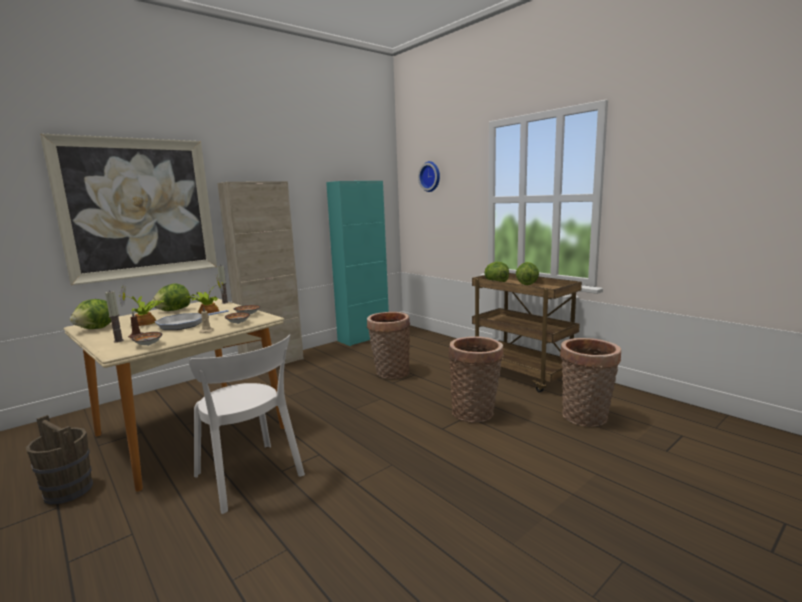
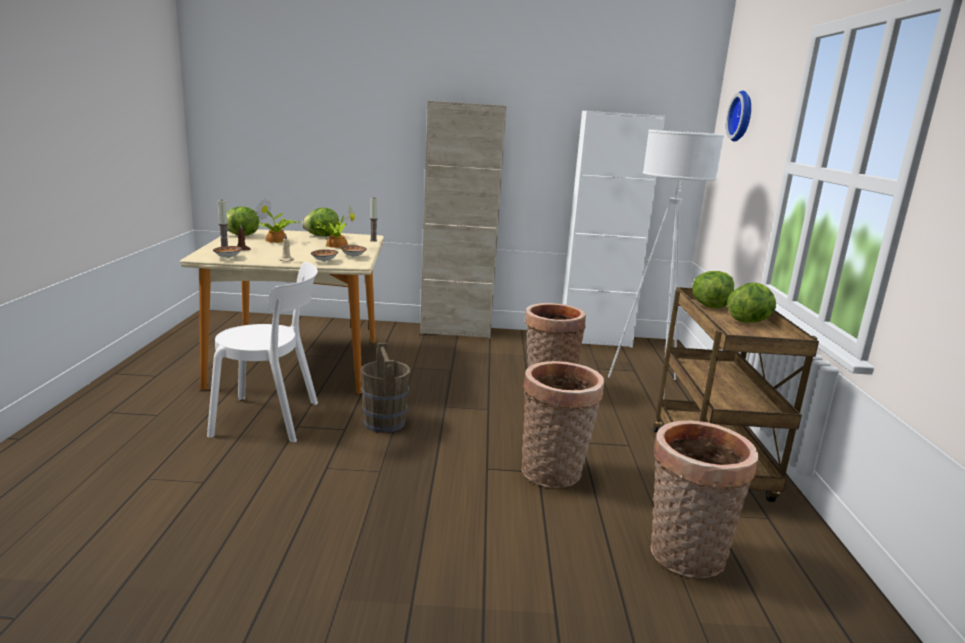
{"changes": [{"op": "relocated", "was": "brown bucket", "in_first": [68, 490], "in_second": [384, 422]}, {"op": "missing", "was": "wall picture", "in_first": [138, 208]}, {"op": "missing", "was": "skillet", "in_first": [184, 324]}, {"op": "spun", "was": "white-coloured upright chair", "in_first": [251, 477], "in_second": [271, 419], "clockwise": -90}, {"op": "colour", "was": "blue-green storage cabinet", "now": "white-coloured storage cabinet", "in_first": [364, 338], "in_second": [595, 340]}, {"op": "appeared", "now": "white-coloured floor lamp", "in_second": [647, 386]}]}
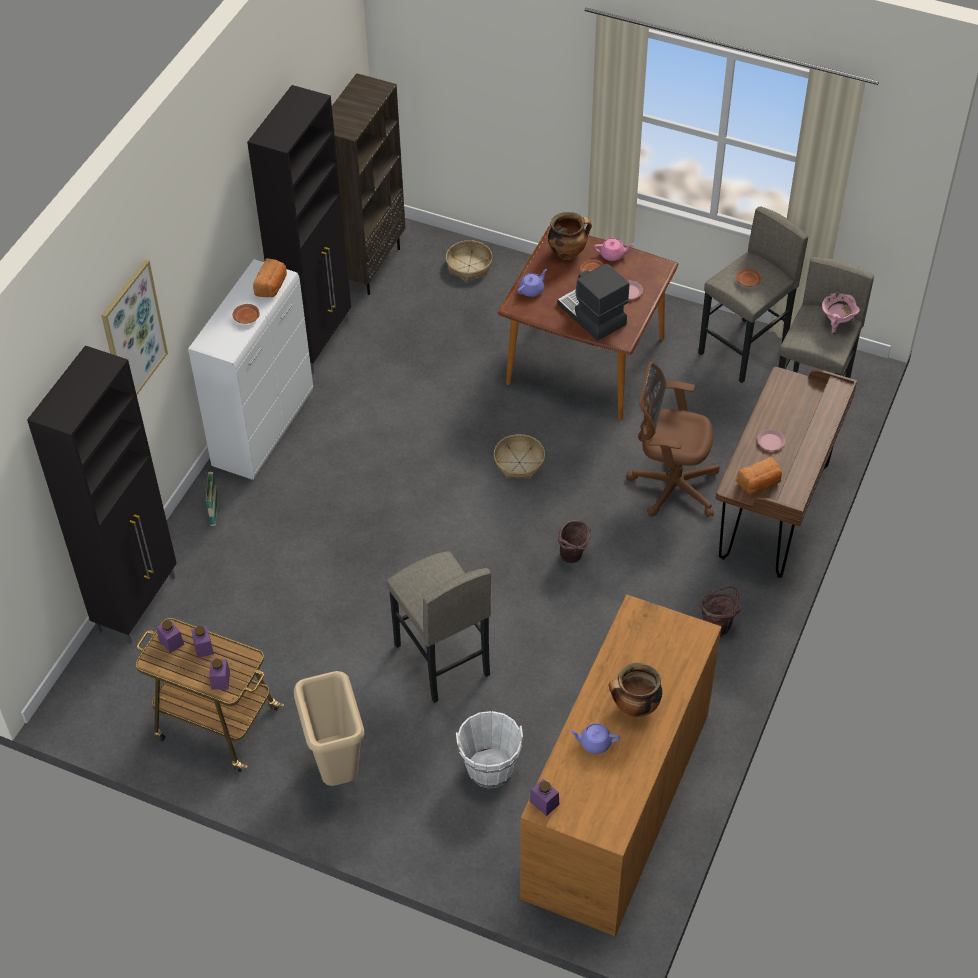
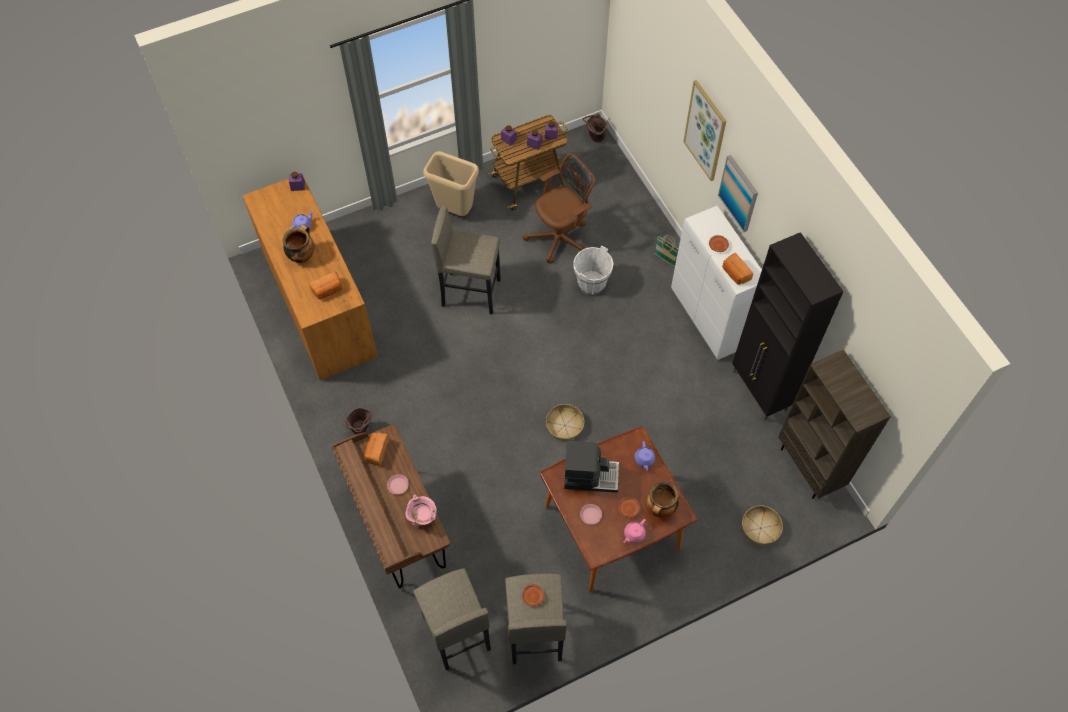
{"changes": [{"op": "missing", "was": "black-coloured storage cabinet", "in_first": [138, 603]}, {"op": "relocated", "was": "white-coloured bucket", "in_first": [490, 769], "in_second": [591, 283]}, {"op": "relocated", "was": "brown bucket", "in_first": [574, 558], "in_second": [594, 138]}, {"op": "relocated", "was": "brown computer chair", "in_first": [670, 486], "in_second": [561, 237]}, {"op": "relocated", "was": "pink-coloured stockpot", "in_first": [836, 323], "in_second": [422, 517]}, {"op": "appeared", "now": "bread", "in_second": [328, 290]}, {"op": "appeared", "now": "wall picture", "in_second": [739, 193]}]}
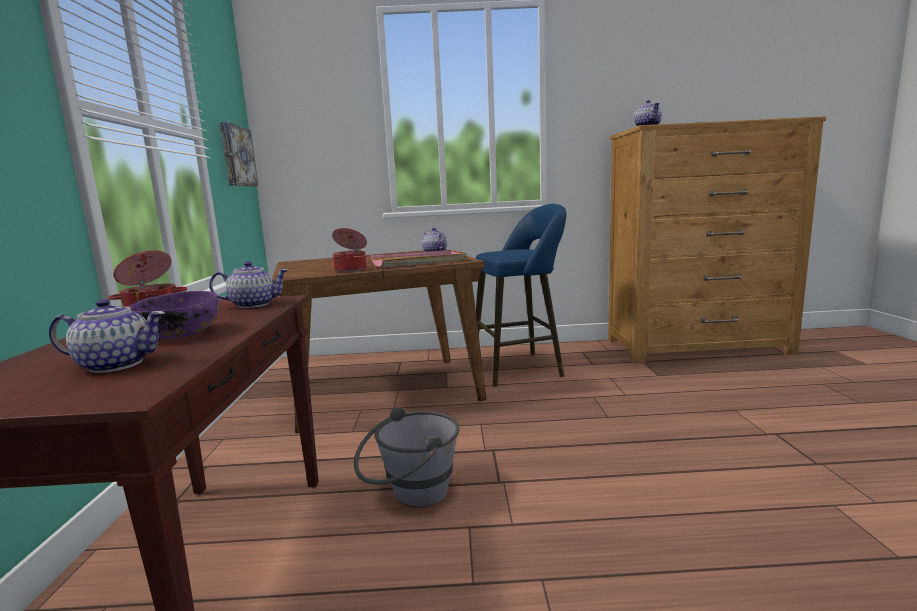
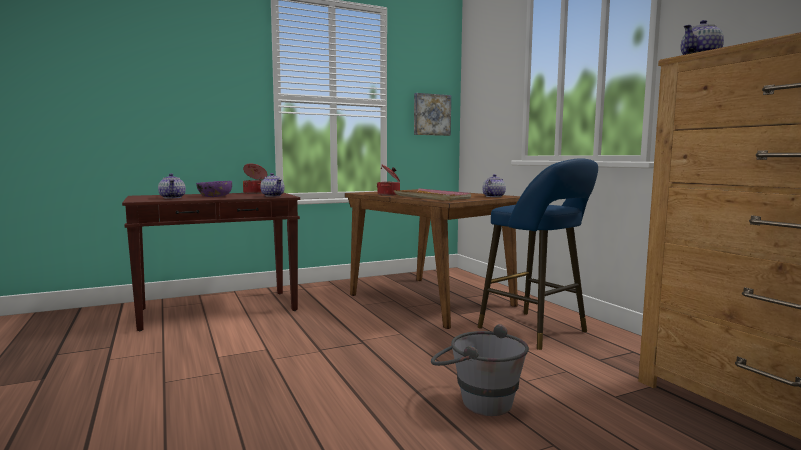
{"changes": [{"op": "relocated", "was": "grey bucket", "in_first": [411, 496], "in_second": [476, 401]}]}
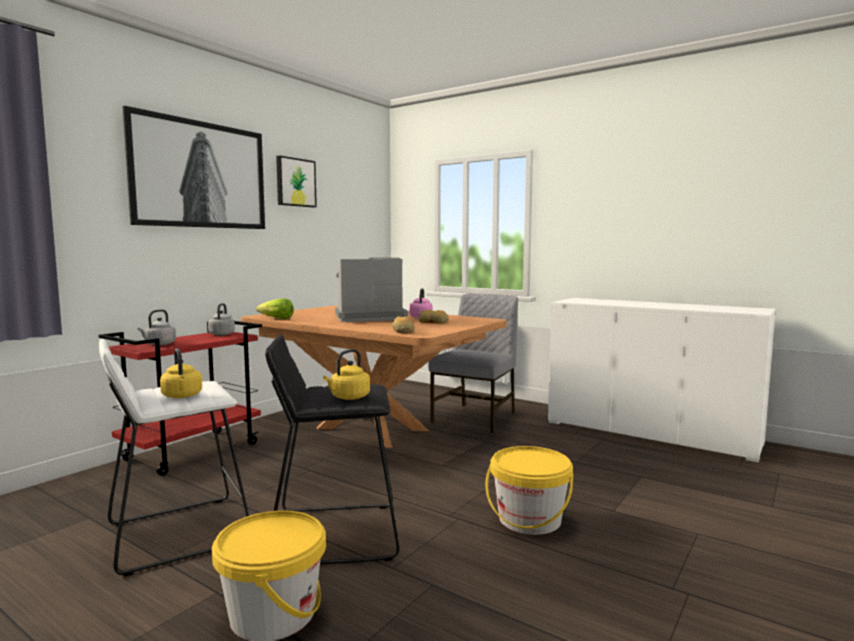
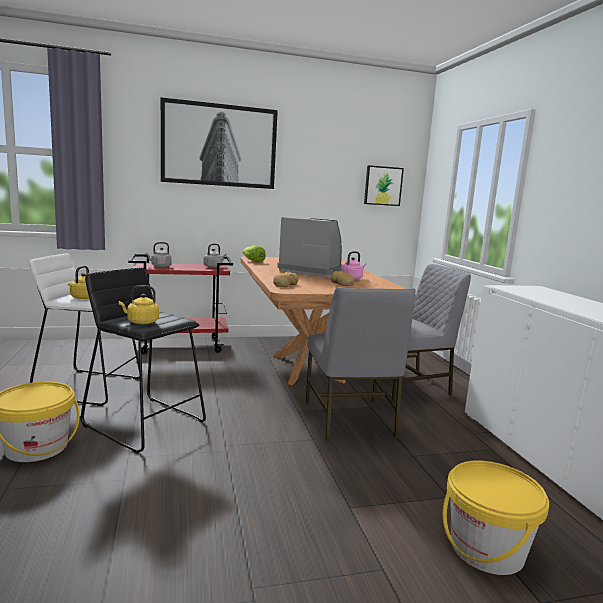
{"changes": [{"op": "relocated", "was": "wall picture", "in_first": [295, 182], "in_second": [382, 186]}, {"op": "relocated", "was": "yellow bucket", "in_first": [529, 519], "in_second": [486, 549]}, {"op": "appeared", "now": "grey upright chair", "in_second": [350, 419]}]}
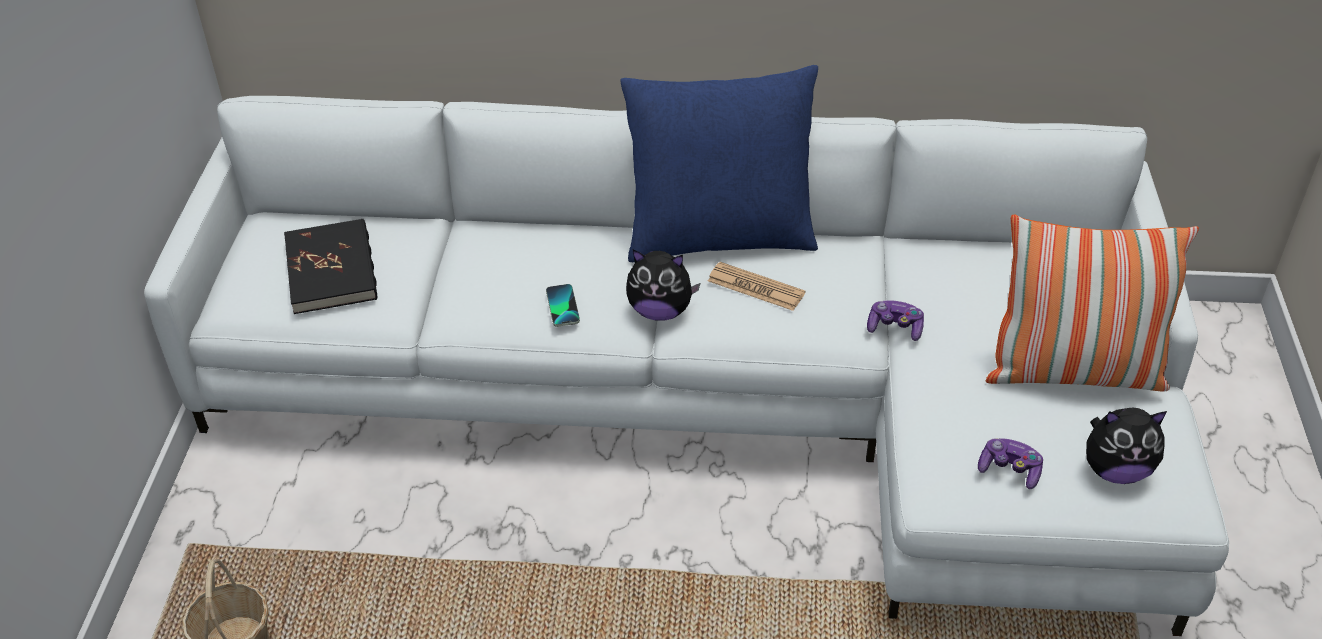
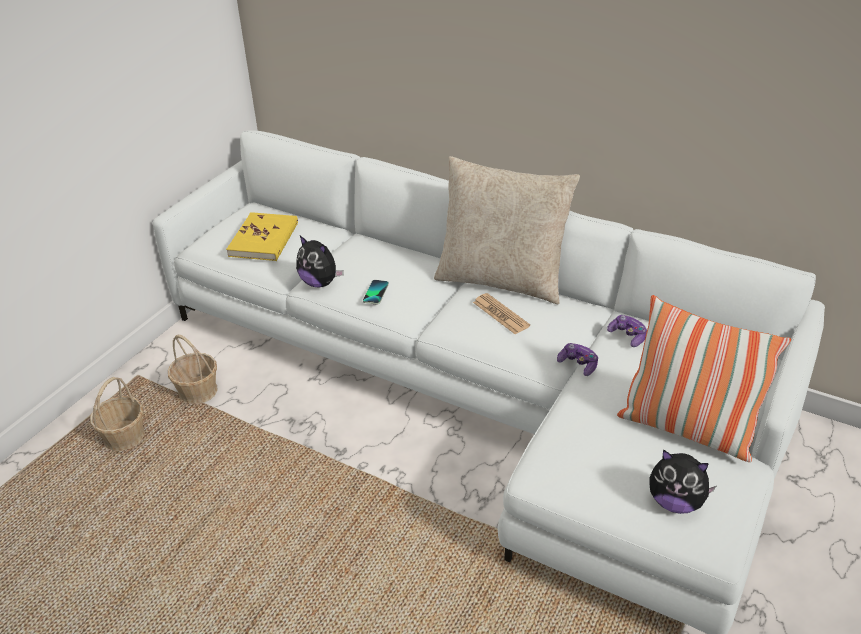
{"changes": [{"op": "colour", "was": "black-coloured volume", "now": "yellow volume", "in_first": [332, 270], "in_second": [264, 239]}, {"op": "colour", "was": "blue-coloured throw pillow", "now": "sand-coloured throw pillow", "in_first": [719, 235], "in_second": [501, 280]}, {"op": "relocated", "was": "cuddly toy", "in_first": [660, 311], "in_second": [320, 283]}, {"op": "relocated", "was": "game controller", "in_first": [1009, 470], "in_second": [627, 336]}, {"op": "appeared", "now": "storage basket", "in_second": [198, 391]}]}
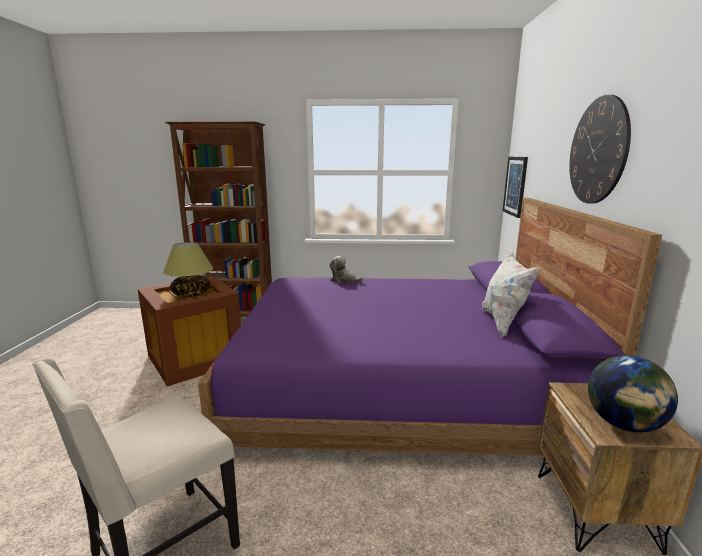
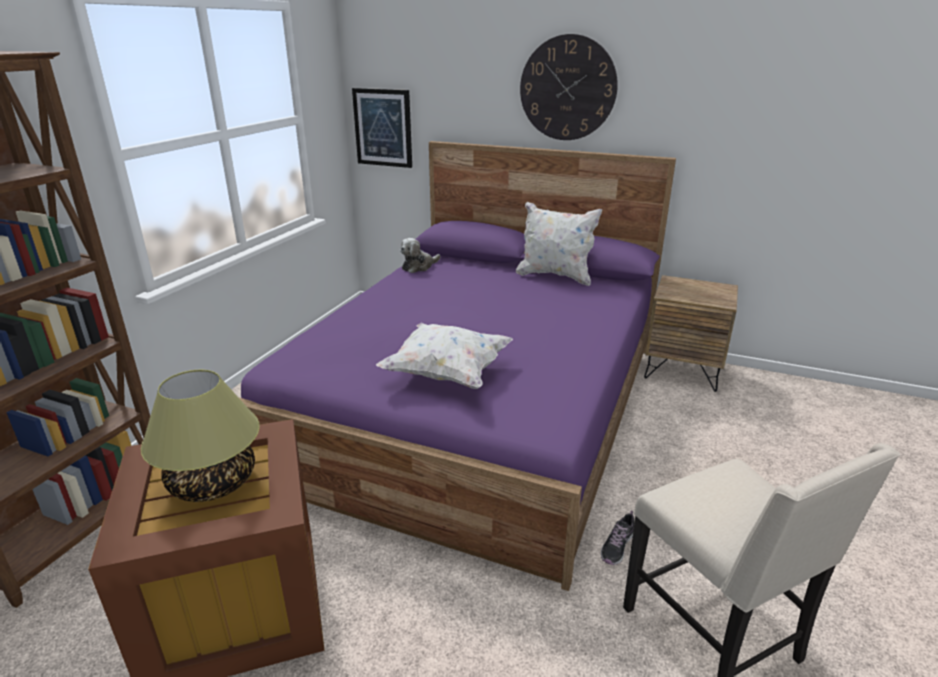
{"changes": [{"op": "relocated", "was": "cuddly toy", "in_first": [344, 280], "in_second": [419, 267]}, {"op": "missing", "was": "world globe", "in_first": [624, 424]}, {"op": "appeared", "now": "white-coloured throw pillow", "in_second": [446, 374]}, {"op": "appeared", "now": "low shoe", "in_second": [617, 546]}]}
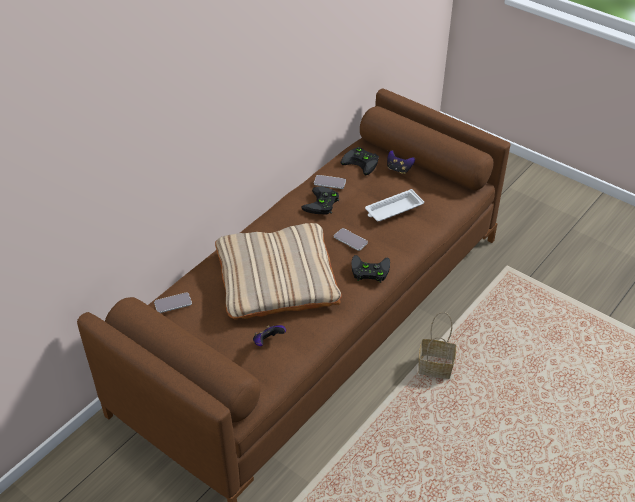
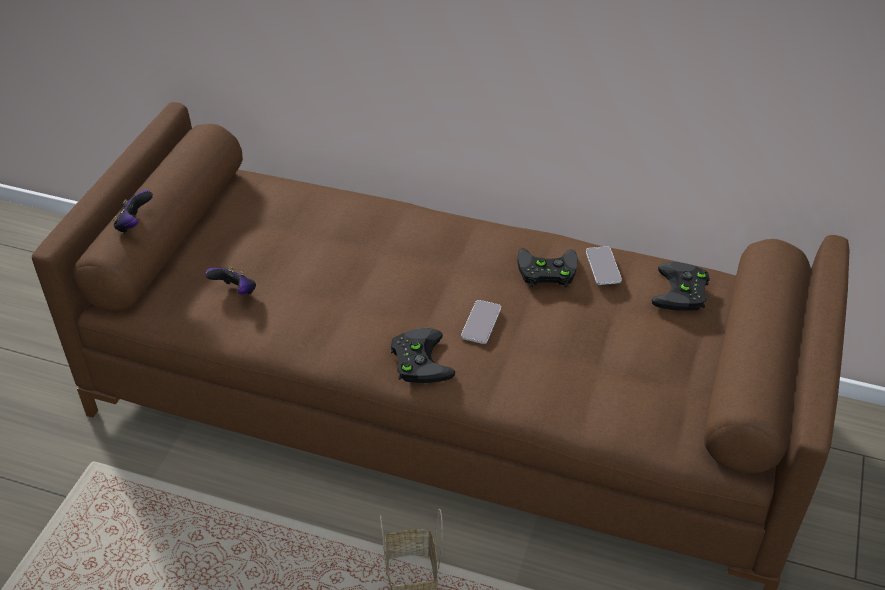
{"changes": [{"op": "missing", "was": "handset", "in_first": [173, 303]}, {"op": "missing", "was": "sand-coloured throw pillow", "in_first": [277, 278]}, {"op": "missing", "was": "white-coloured carrying tray", "in_first": [393, 209]}, {"op": "relocated", "was": "game controller", "in_first": [399, 169], "in_second": [134, 224]}]}
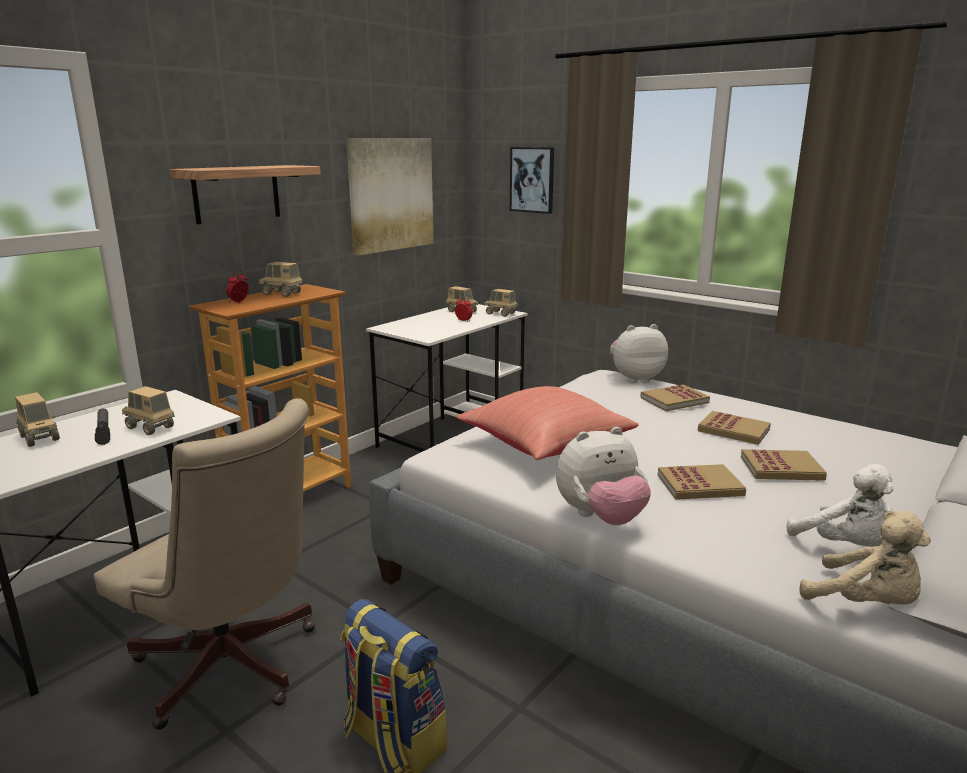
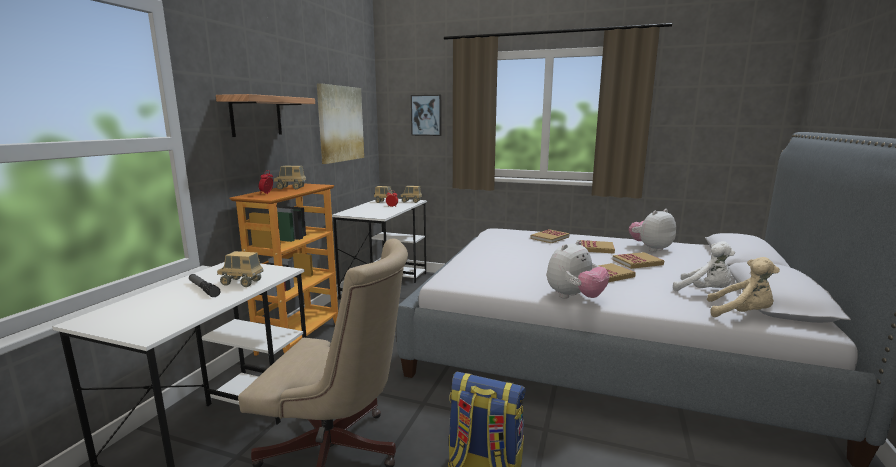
{"changes": [{"op": "missing", "was": "toy lorry", "in_first": [39, 438]}, {"op": "missing", "was": "red throw pillow", "in_first": [547, 446]}, {"op": "relocated", "was": "cuddly toy", "in_first": [635, 378], "in_second": [650, 248]}]}
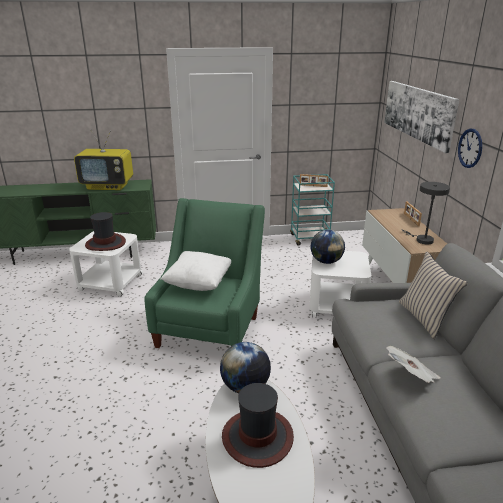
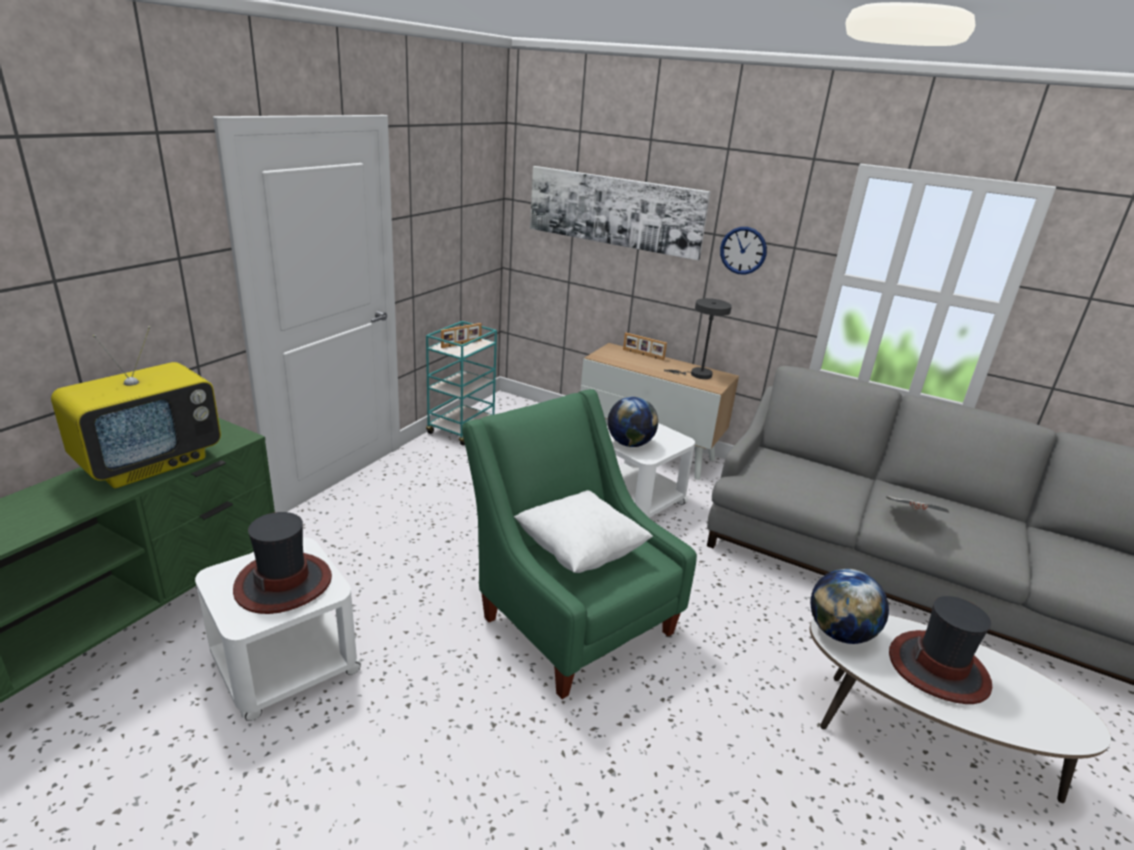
{"changes": [{"op": "missing", "was": "sand-coloured throw pillow", "in_first": [425, 318]}]}
